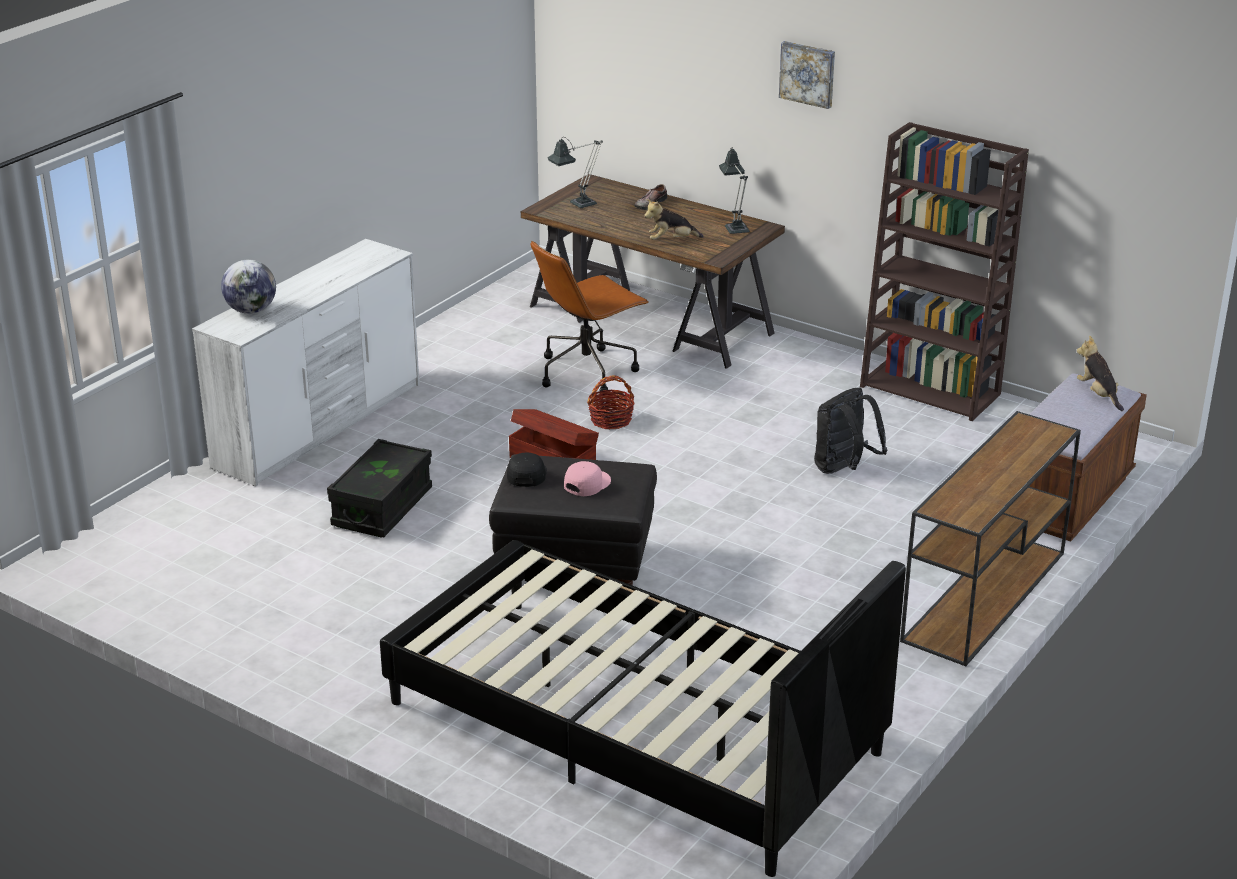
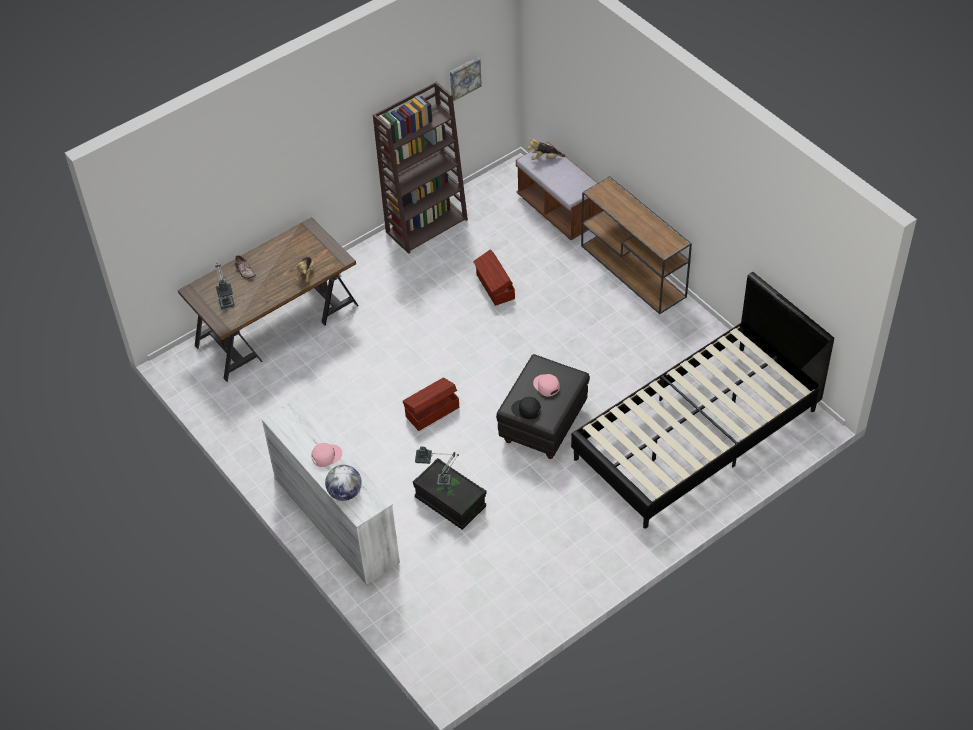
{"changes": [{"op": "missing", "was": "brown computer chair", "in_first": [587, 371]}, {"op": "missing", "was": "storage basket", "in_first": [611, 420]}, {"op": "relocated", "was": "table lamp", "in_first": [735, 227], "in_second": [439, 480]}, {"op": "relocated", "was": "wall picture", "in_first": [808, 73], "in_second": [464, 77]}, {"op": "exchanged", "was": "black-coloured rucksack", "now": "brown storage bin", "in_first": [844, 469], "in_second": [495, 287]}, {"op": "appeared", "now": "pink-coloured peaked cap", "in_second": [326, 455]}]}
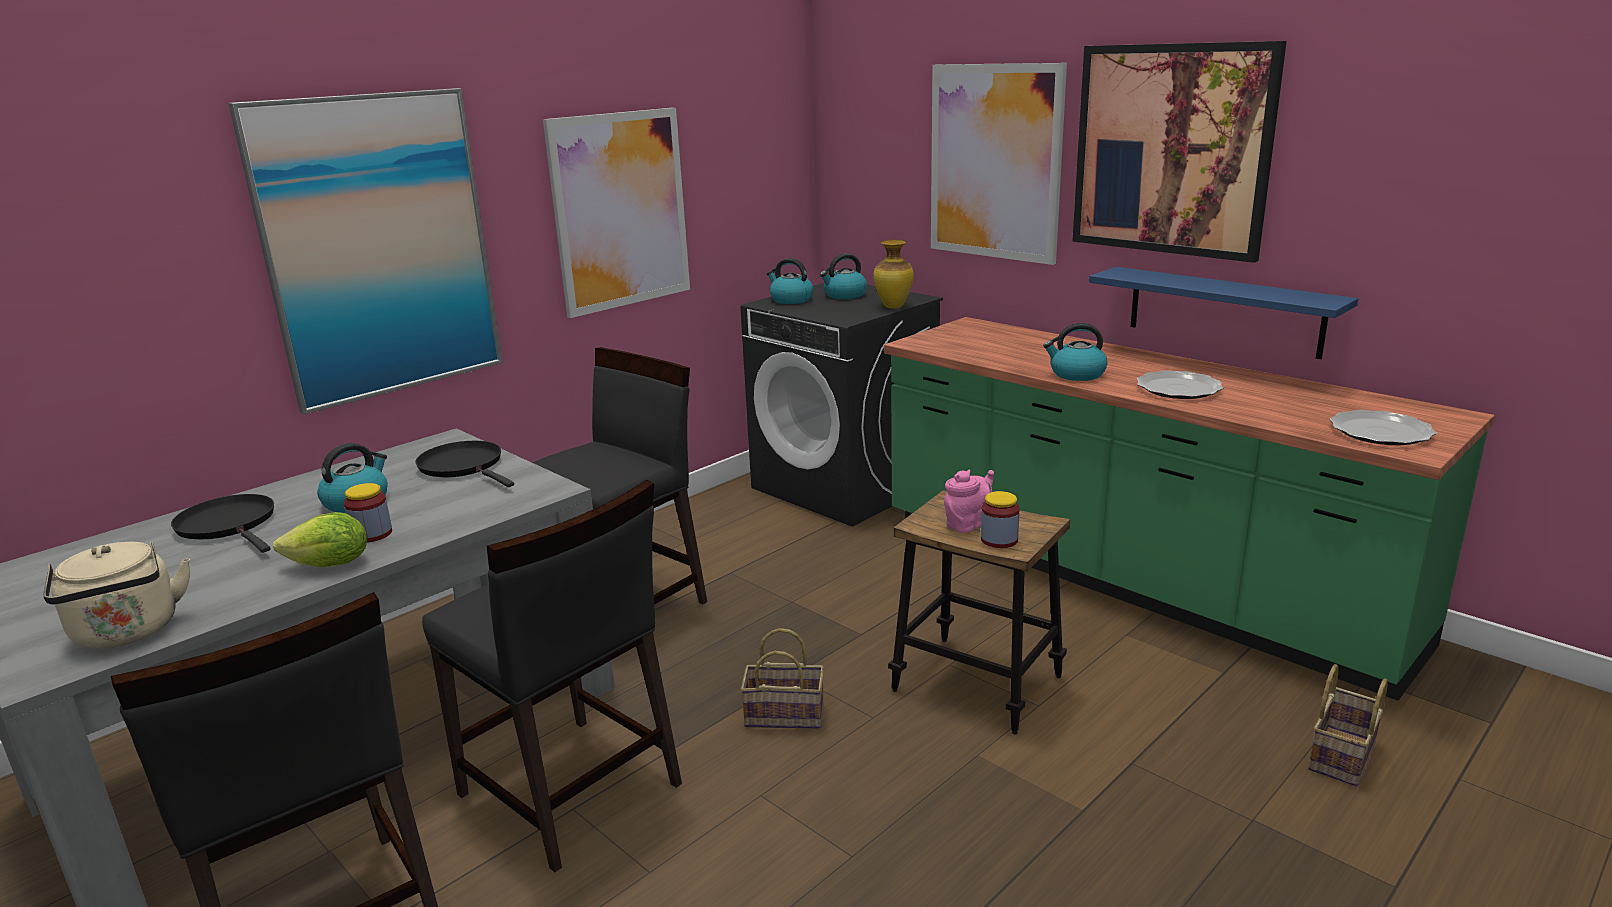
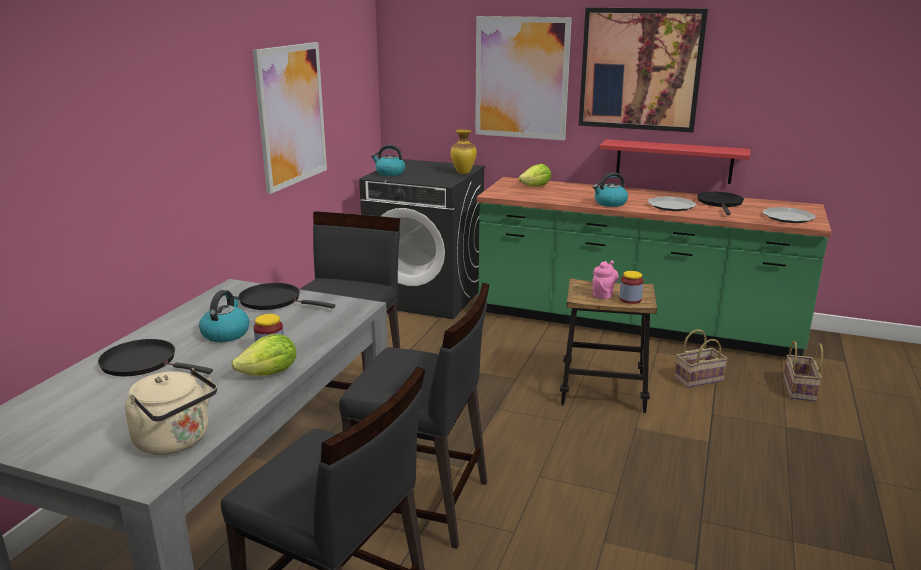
{"changes": [{"op": "missing", "was": "wall picture", "in_first": [379, 247]}, {"op": "relocated", "was": "storage basket", "in_first": [786, 715], "in_second": [699, 378]}, {"op": "missing", "was": "tea kettle", "in_first": [844, 295]}, {"op": "colour", "was": "blue-coloured bracket shelf", "now": "red bracket shelf", "in_first": [1224, 311], "in_second": [673, 161]}, {"op": "appeared", "now": "lettuce", "in_second": [536, 187]}, {"op": "appeared", "now": "black-coloured skillet", "in_second": [720, 203]}]}
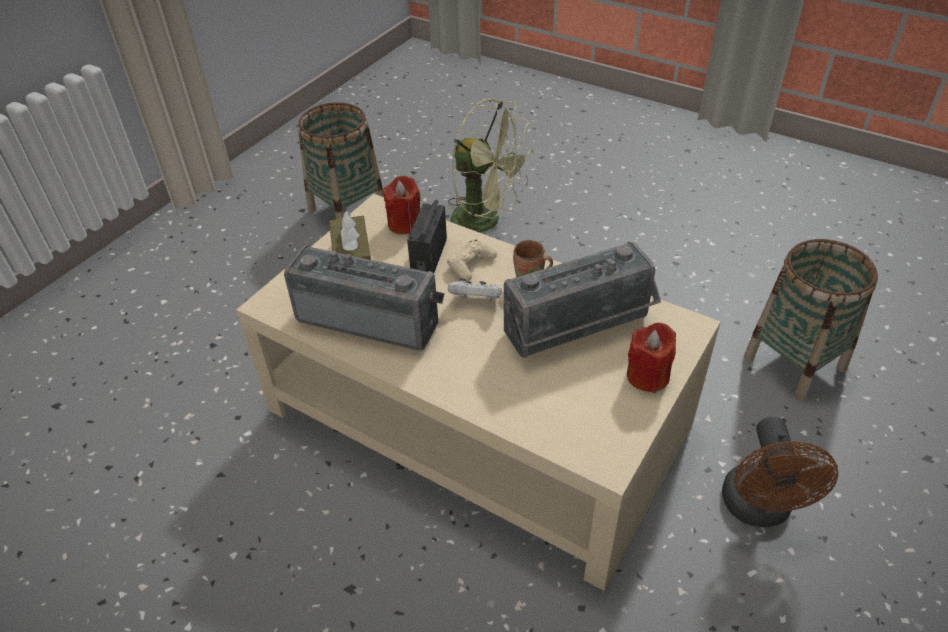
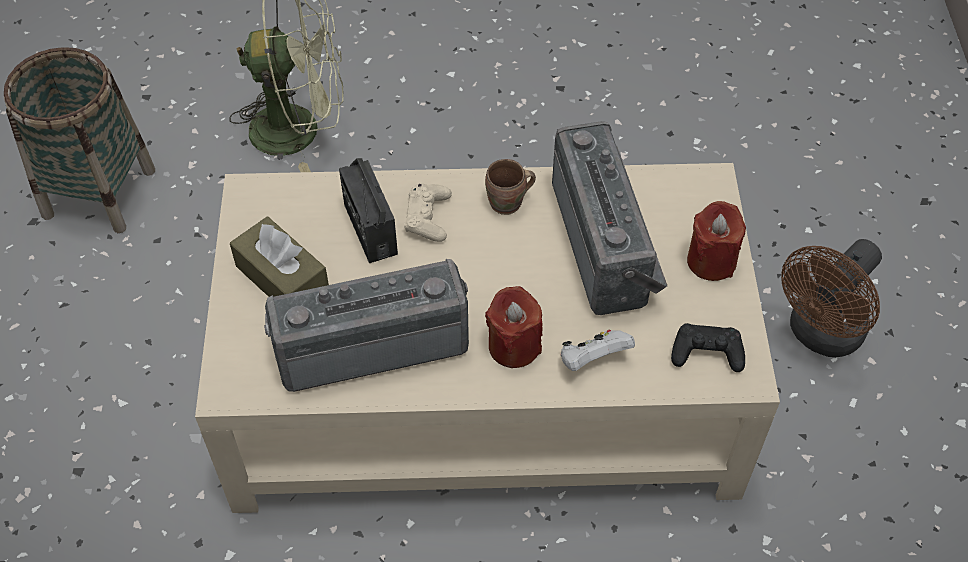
{"changes": [{"op": "relocated", "was": "red wax candle", "in_first": [405, 224], "in_second": [514, 346]}, {"op": "relocated", "was": "white-coloured game controller", "in_first": [476, 301], "in_second": [592, 360]}, {"op": "spun", "was": "radio set", "in_first": [579, 330], "in_second": [607, 243], "clockwise": -45}, {"op": "spun", "was": "brown fan", "in_first": [759, 510], "in_second": [820, 335], "clockwise": 75}, {"op": "missing", "was": "storage basket", "in_first": [795, 363]}, {"op": "appeared", "now": "black-coloured game controller", "in_second": [706, 352]}]}
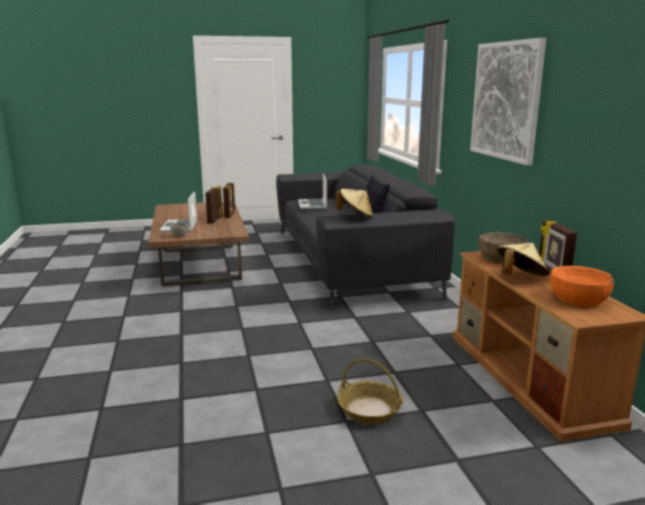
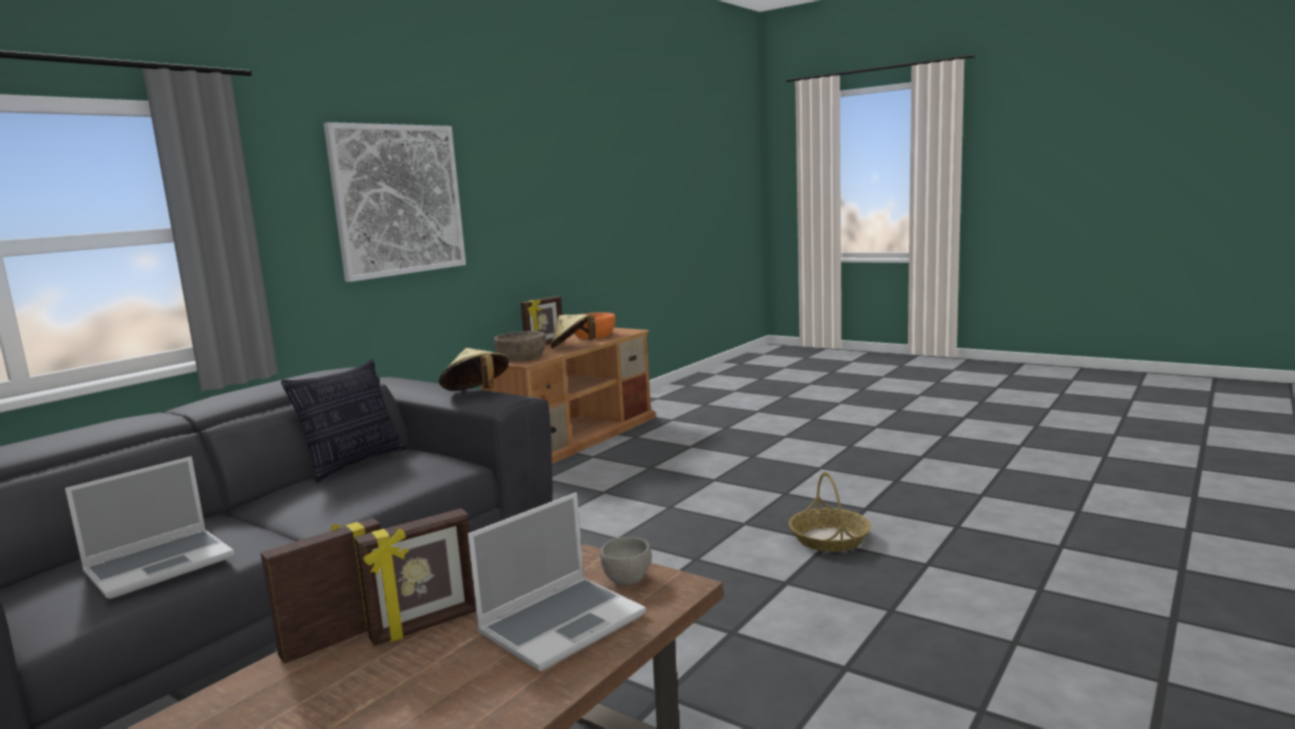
{"changes": [{"op": "relocated", "was": "storage basket", "in_first": [370, 410], "in_second": [829, 539]}]}
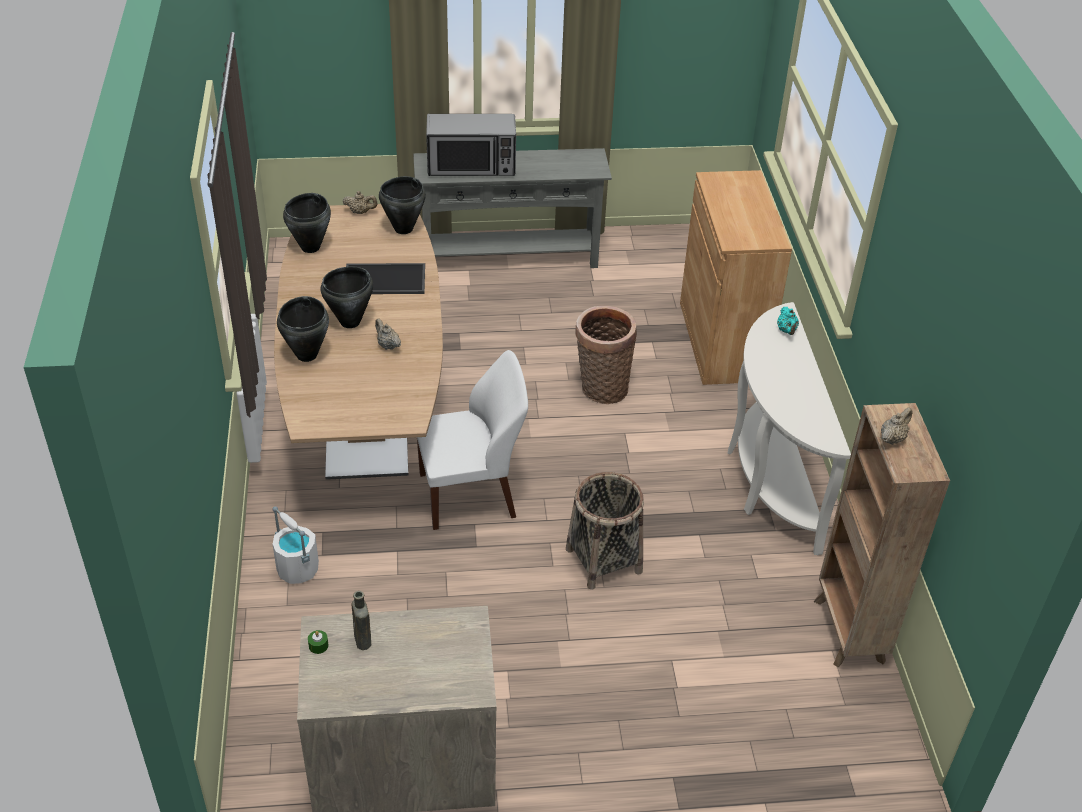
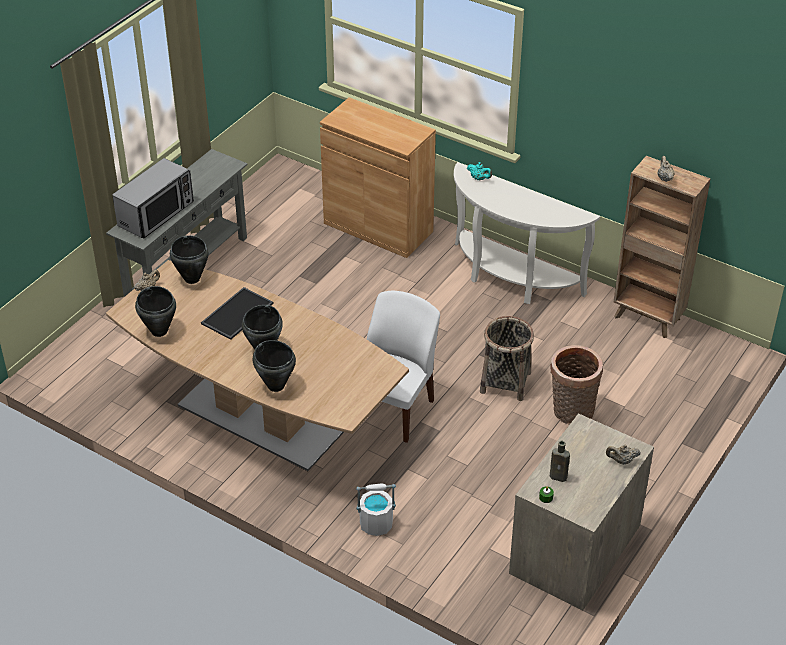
{"changes": [{"op": "relocated", "was": "sand-coloured teapot", "in_first": [387, 345], "in_second": [621, 461]}, {"op": "relocated", "was": "storage basket", "in_first": [601, 388], "in_second": [571, 413]}]}
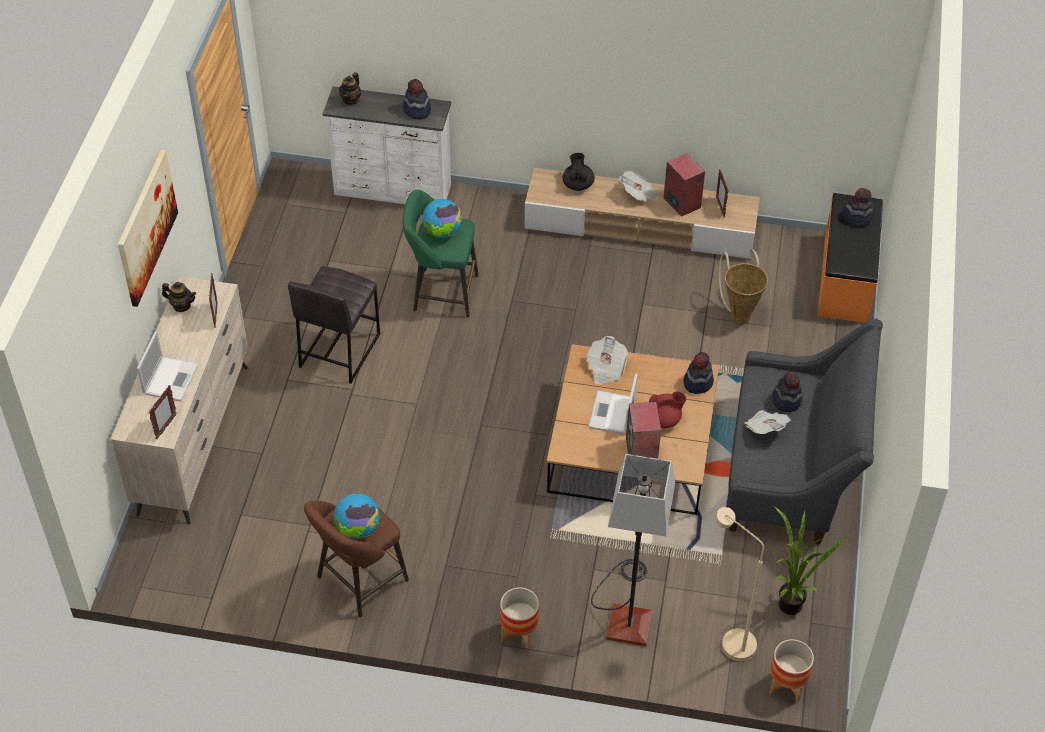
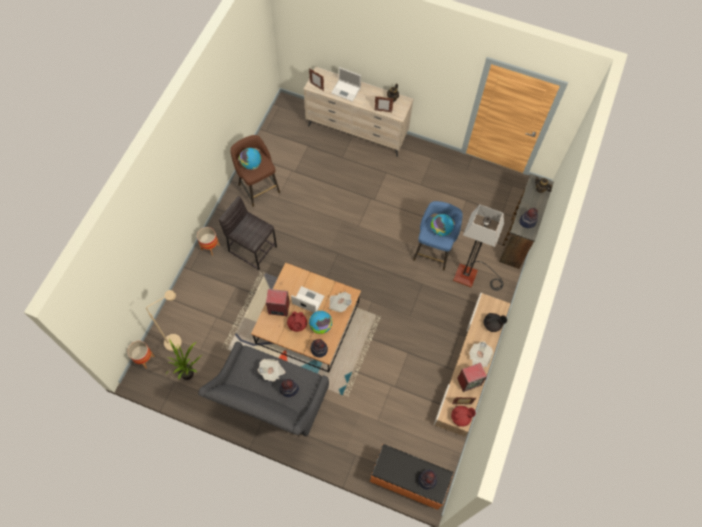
{"changes": [{"op": "missing", "was": "wall picture", "in_first": [146, 227]}, {"op": "relocated", "was": "grey stool", "in_first": [338, 350], "in_second": [252, 248]}, {"op": "colour", "was": "white-coloured drawer chest", "now": "brown drawer chest", "in_first": [393, 191], "in_second": [517, 238]}, {"op": "colour", "was": "green stool", "now": "blue-coloured stool", "in_first": [441, 293], "in_second": [433, 250]}, {"op": "relocated", "was": "floor lamp", "in_first": [627, 612], "in_second": [472, 276]}, {"op": "missing", "was": "storage basket", "in_first": [739, 314]}, {"op": "appeared", "now": "world globe", "in_second": [320, 326]}, {"op": "appeared", "now": "red teapot", "in_second": [461, 417]}]}
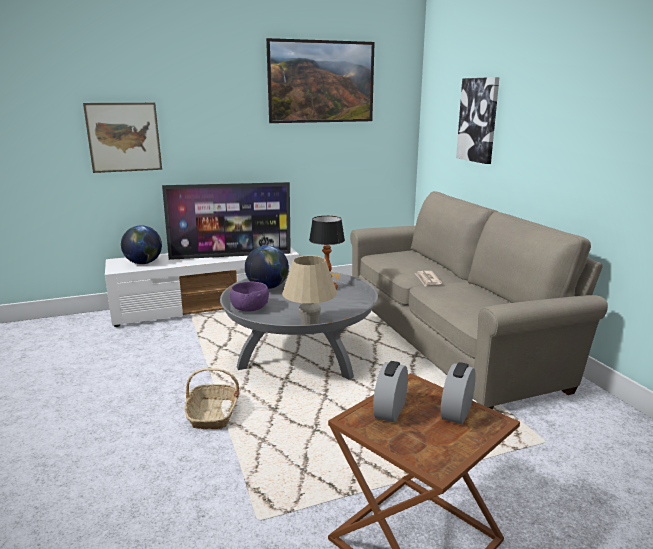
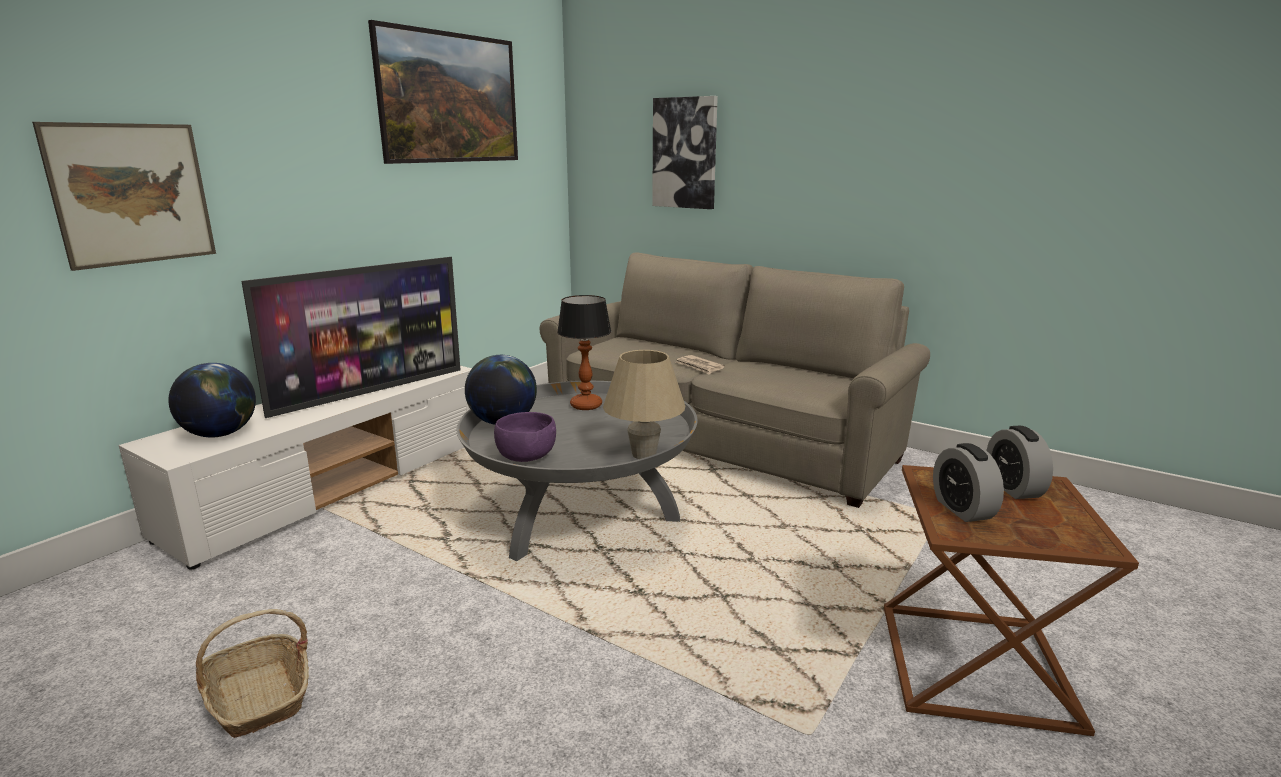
{"changes": [{"op": "relocated", "was": "storage basket", "in_first": [213, 414], "in_second": [259, 698]}]}
